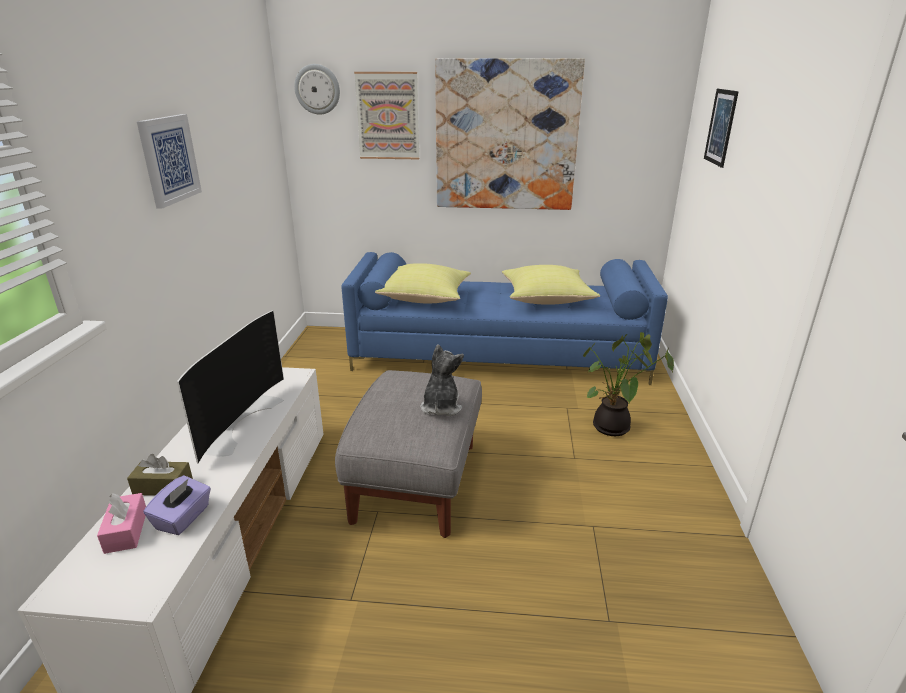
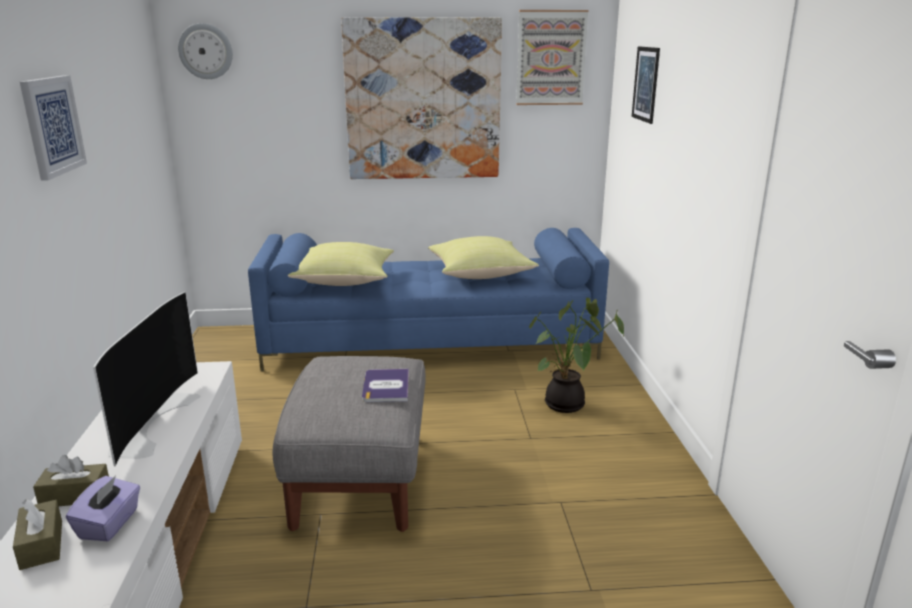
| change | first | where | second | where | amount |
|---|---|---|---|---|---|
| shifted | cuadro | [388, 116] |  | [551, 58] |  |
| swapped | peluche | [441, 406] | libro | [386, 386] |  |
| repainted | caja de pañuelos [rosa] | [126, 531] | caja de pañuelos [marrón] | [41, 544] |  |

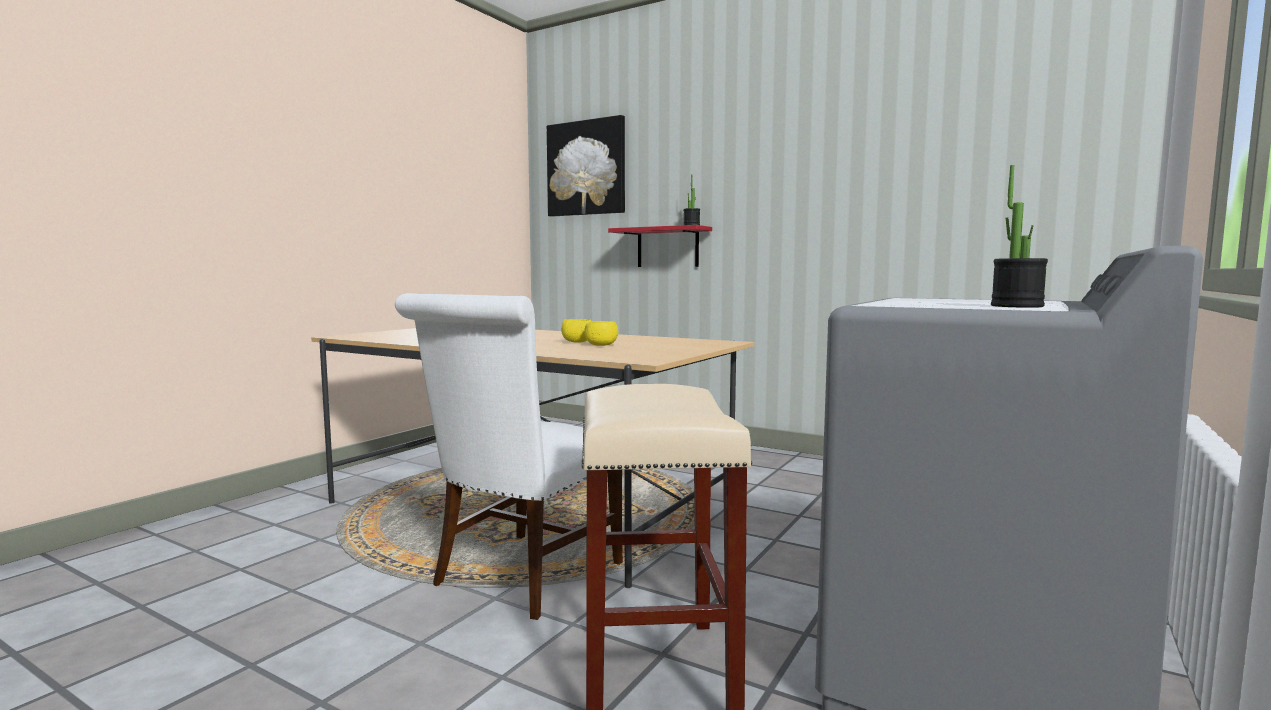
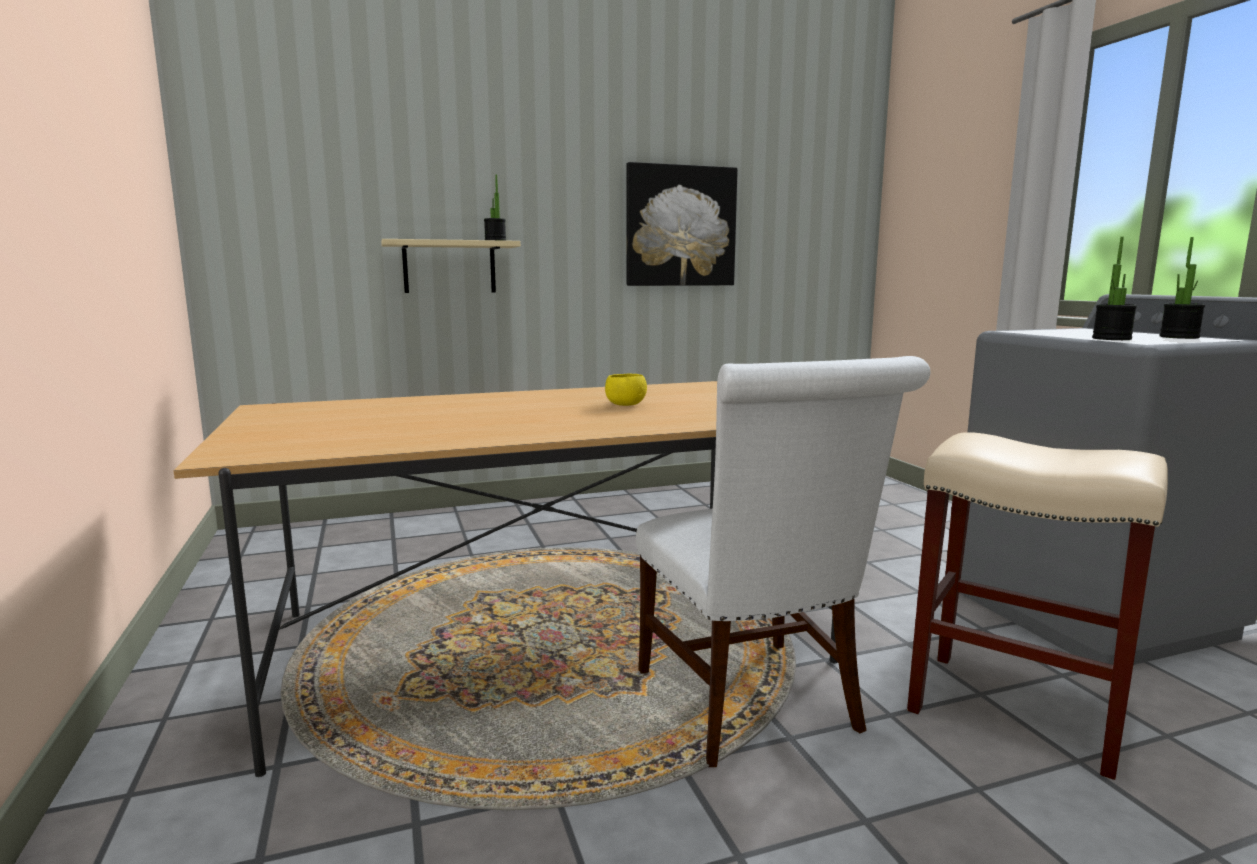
| change | first | where | second | where | amount |
|---|---|---|---|---|---|
| gone | cuenco [amarillo] | [601, 345] |  |  |  |
| new |  |  | planta en maceta | [1111, 339] |  |
| shifted | cuadro | [586, 168] |  | [680, 226] |  |
| repainted | estante [rojo] | [667, 247] | estante [beis] | [449, 267] |  |

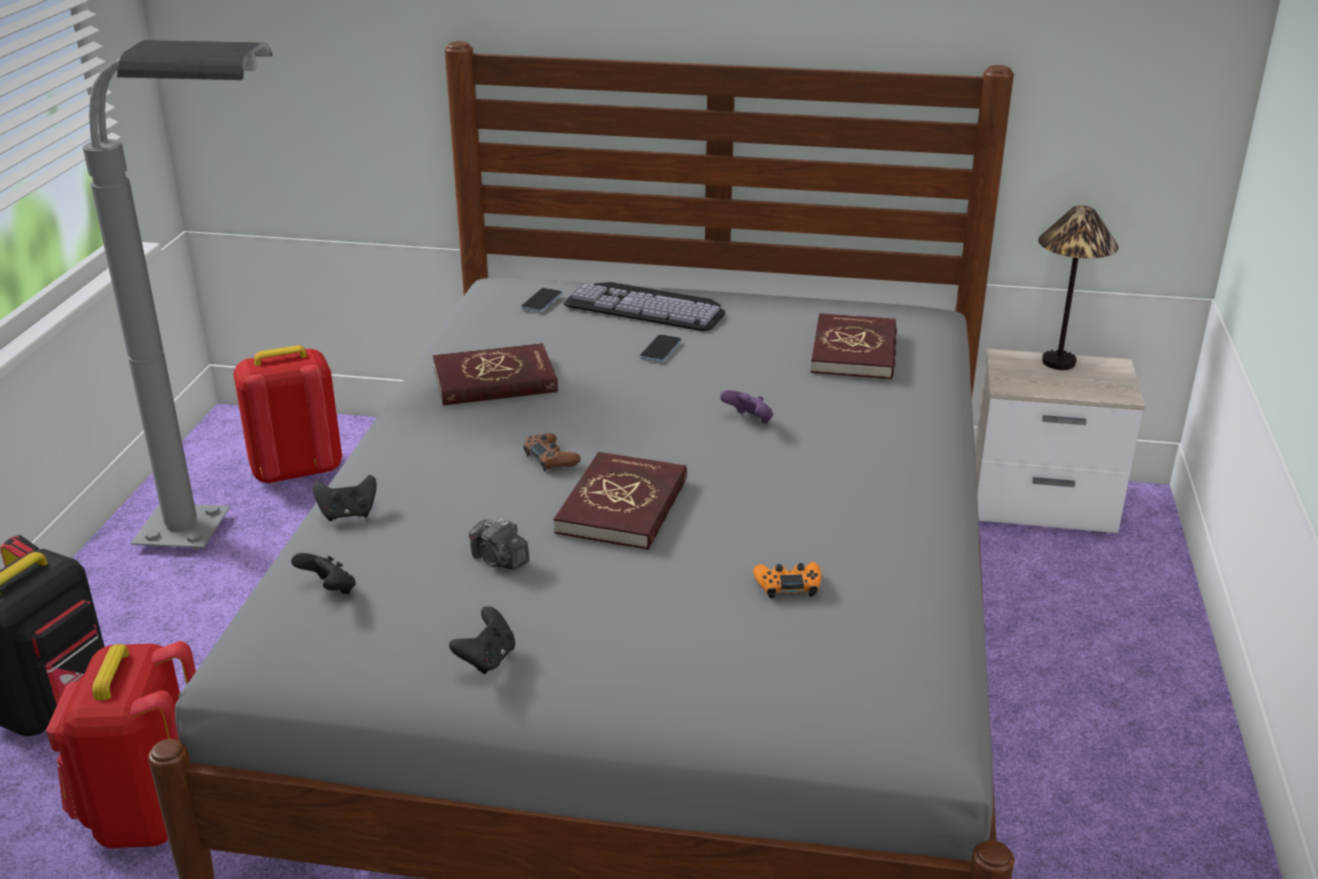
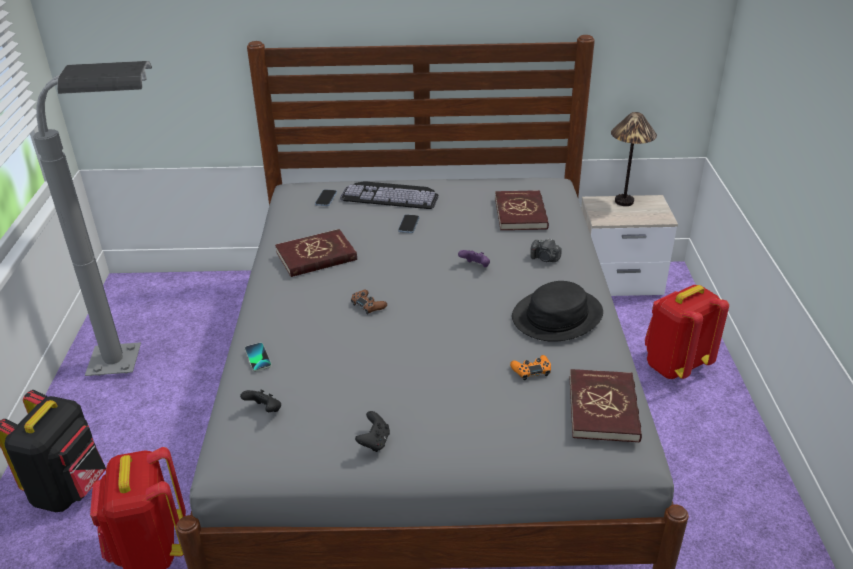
| change | first | where | second | where | amount |
|---|---|---|---|---|---|
| new |  |  | sombrero [negro] | [557, 316] |  |
| shifted | mochila [rojo] | [296, 470] |  | [674, 365] |  |
| shifted | cámara | [499, 560] |  | [545, 259] |  |
| shifted | libro [rojo] | [623, 506] |  | [603, 408] |  |
| swapped | mando de consola [negro] | [348, 514] | móvil | [258, 357] |  |

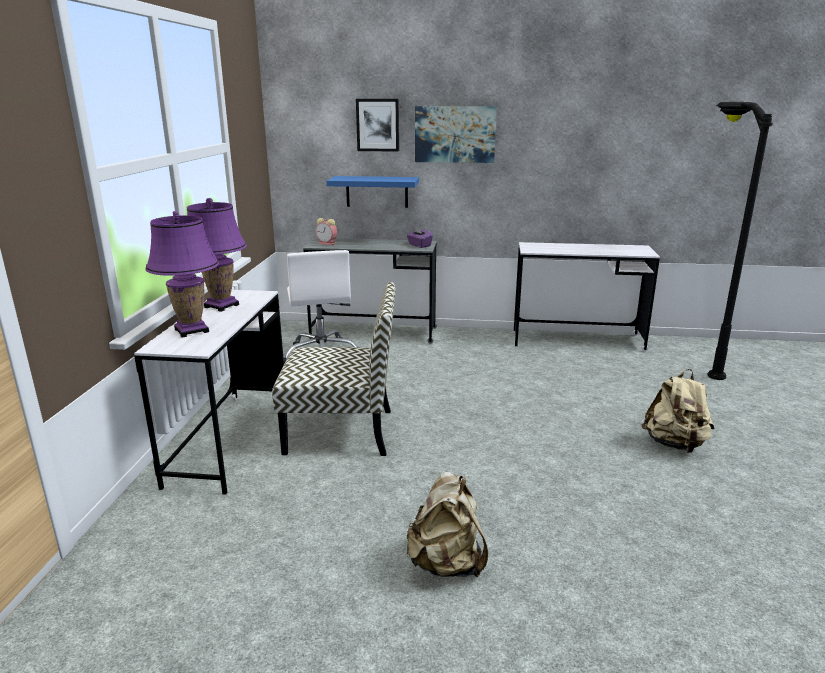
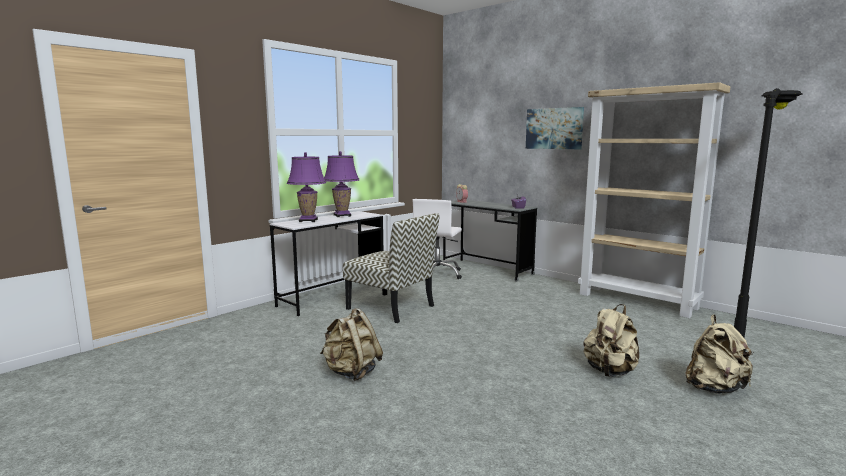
| change | first | where | second | where | amount |
|---|---|---|---|---|---|
| gone | estante [azul] | [377, 191] |  |  |  |
| gone | cuadro | [378, 125] |  |  |  |
| new |  |  | mochila [beis] | [714, 388] |  |
| swapped | escritorio [blanco] | [577, 340] | estantería [beis] | [638, 301] |  |

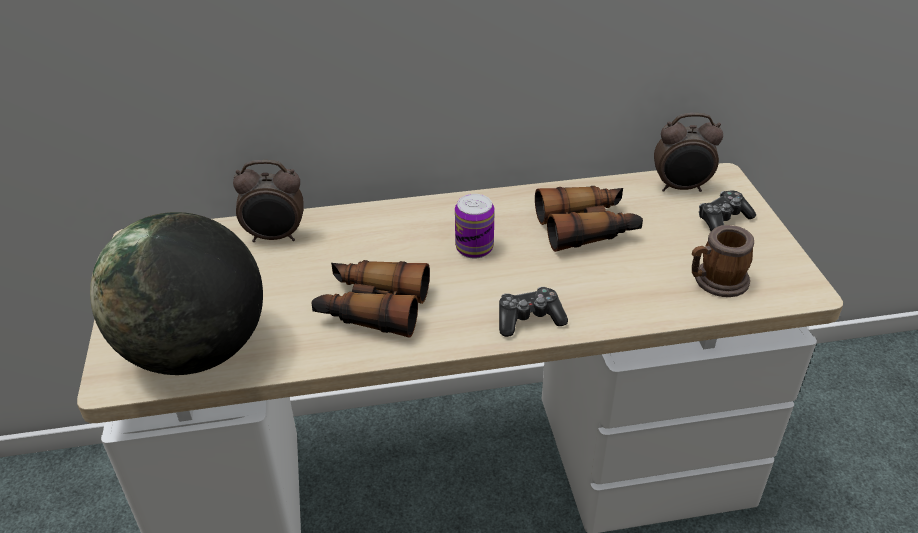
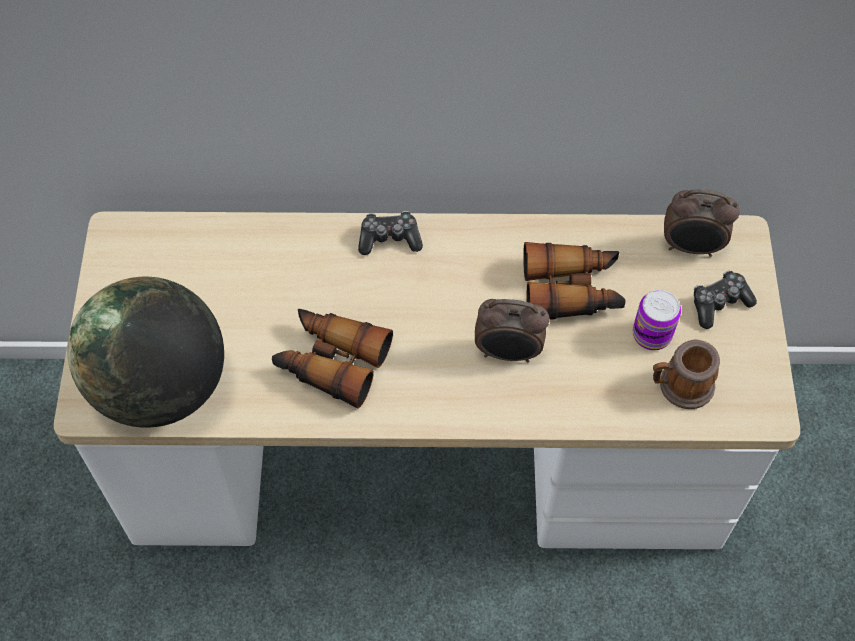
| change | first | where | second | where | amount |
|---|---|---|---|---|---|
| shifted | despertador | [275, 237] |  | [508, 353] |  |
| shifted | lata | [474, 248] |  | [652, 334] |  |
| shifted | mando de consola | [529, 319] |  | [389, 238] |  |

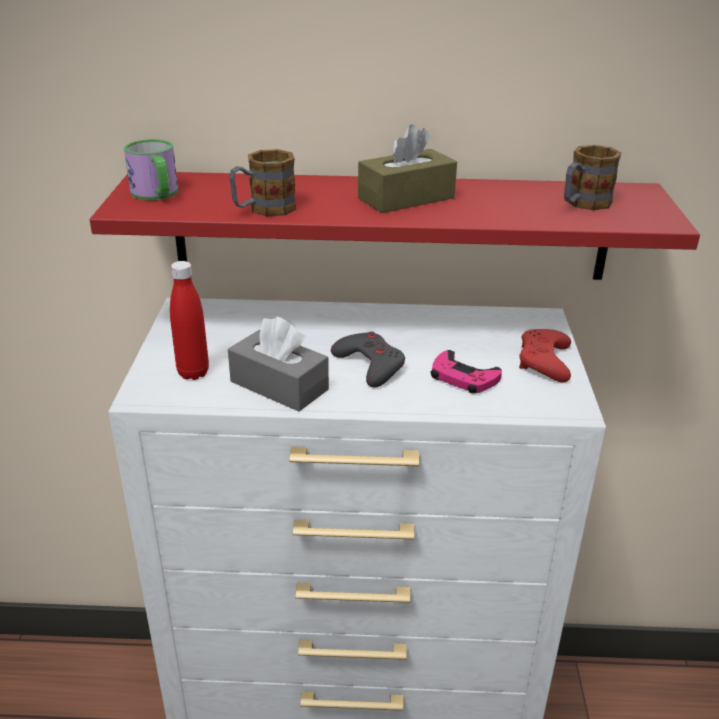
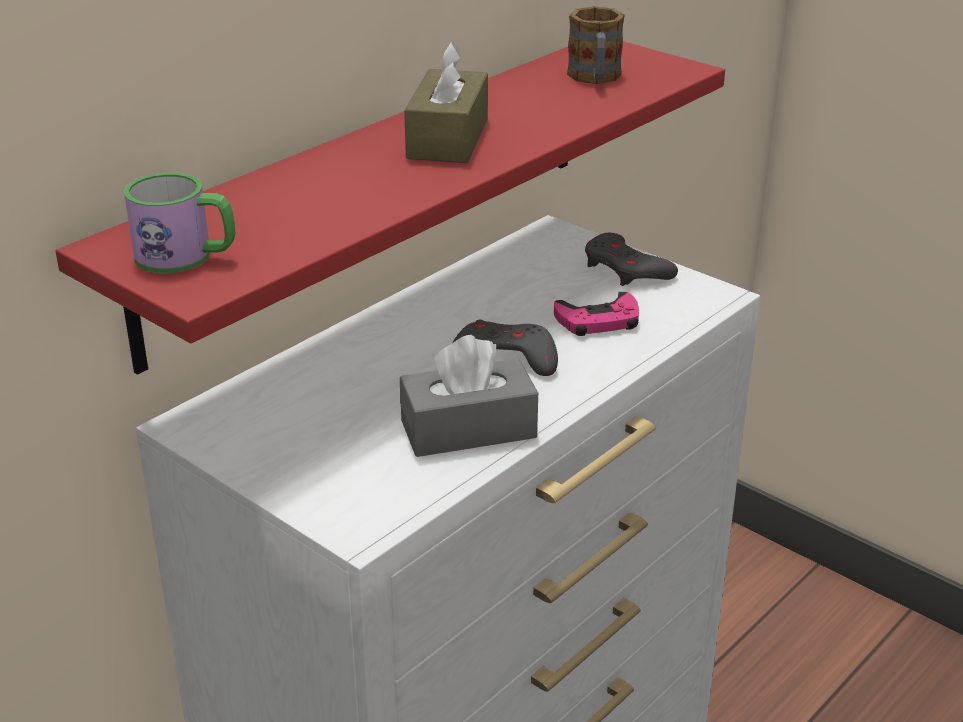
| change | first | where | second | where | amount |
|---|---|---|---|---|---|
| gone | botella [rojo] | [193, 373] |  |  |  |
| gone | taza grande | [264, 209] |  |  |  |
| repainted | mando de consola [rojo] | [544, 361] | mando de consola [gris] | [626, 269] |  |

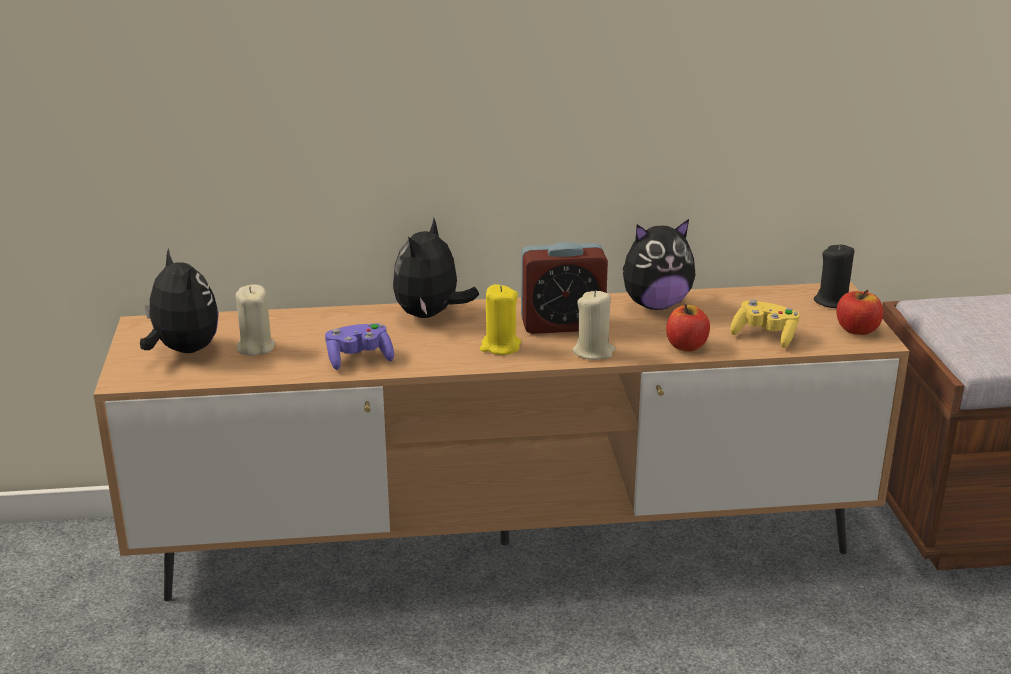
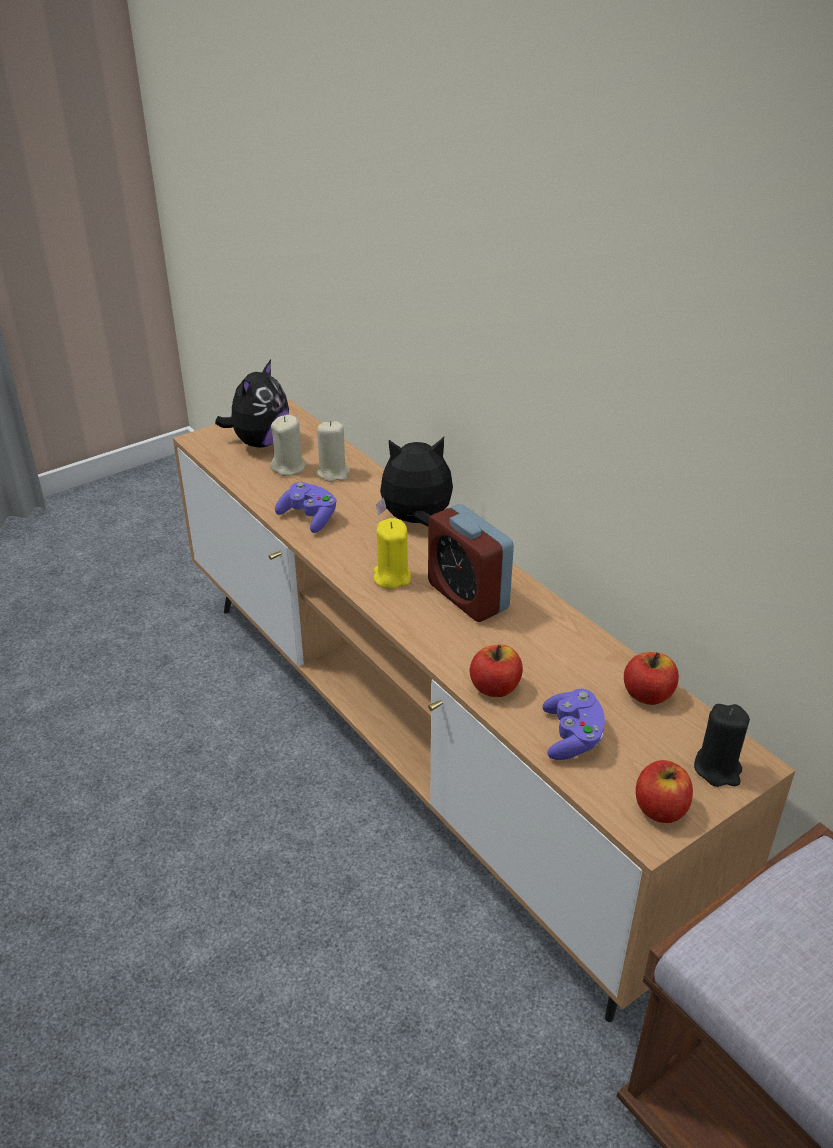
| change | first | where | second | where | amount |
|---|---|---|---|---|---|
| gone | peluche | [655, 305] |  |  |  |
| new |  |  | manzana | [648, 695] |  |
| shifted | vela [beis] | [593, 352] |  | [333, 473] |  |
| repainted | mando de consola [amarillo] | [765, 336] | mando de consola [morado] | [572, 737] |  |

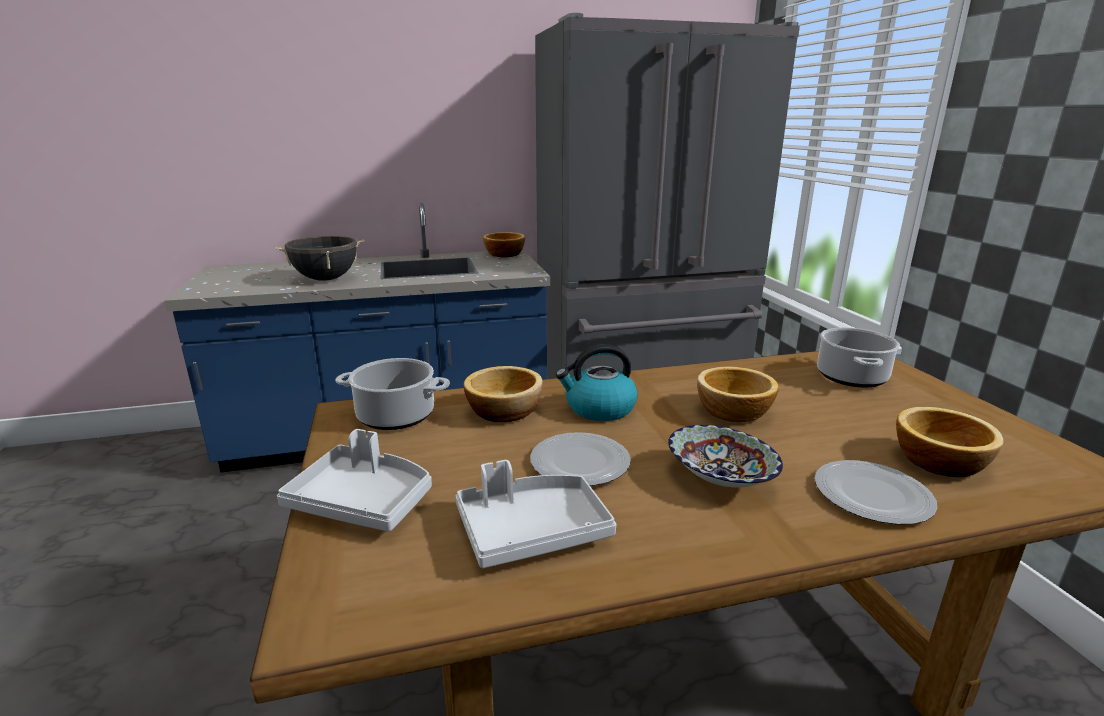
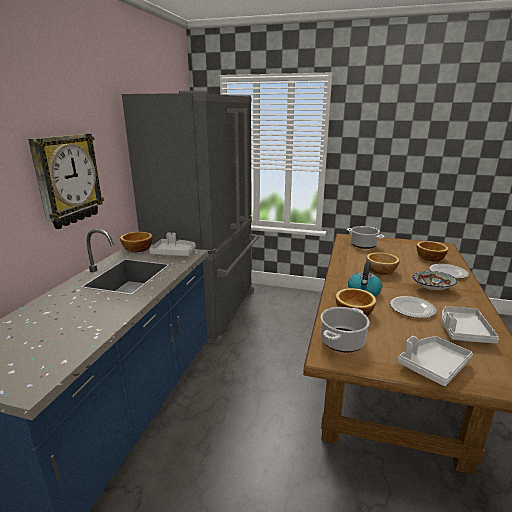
| change | first | where | second | where | amount |
|---|---|---|---|---|---|
| gone | olla [negro] | [326, 279] |  |  |  |
| new |  |  | reloj de pared | [67, 180] |  |
| new |  |  | bandeja [gris] | [174, 253] |  |

